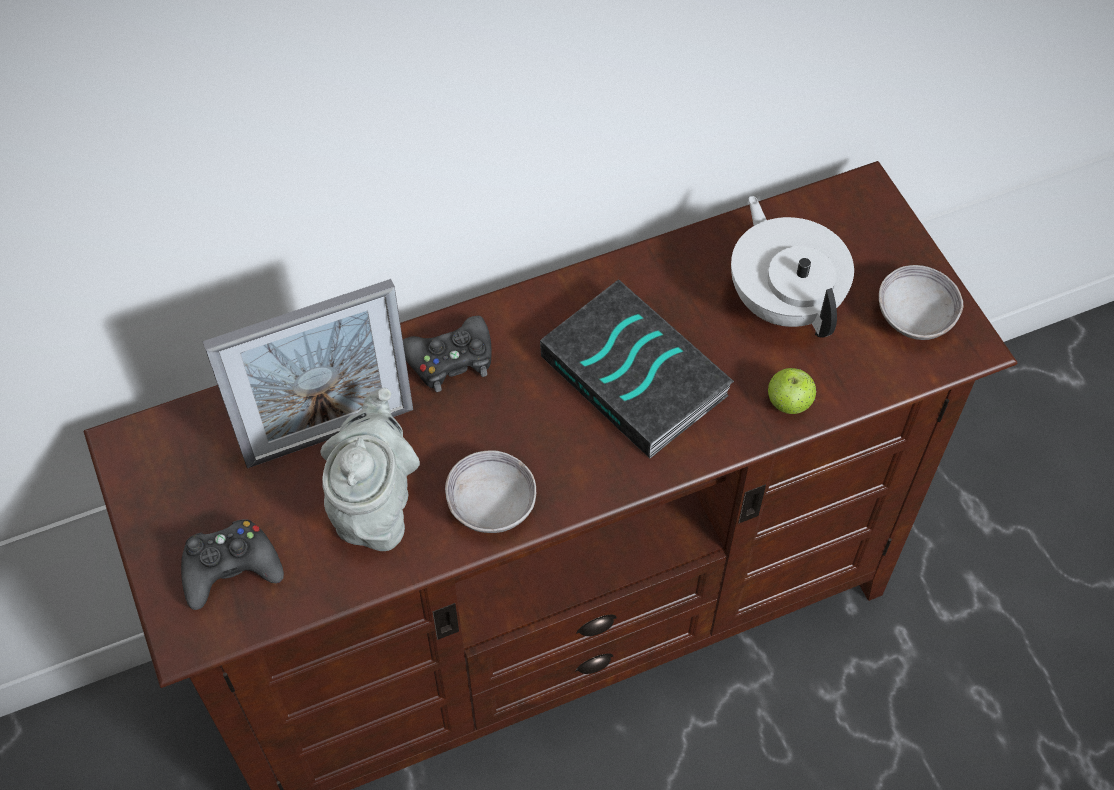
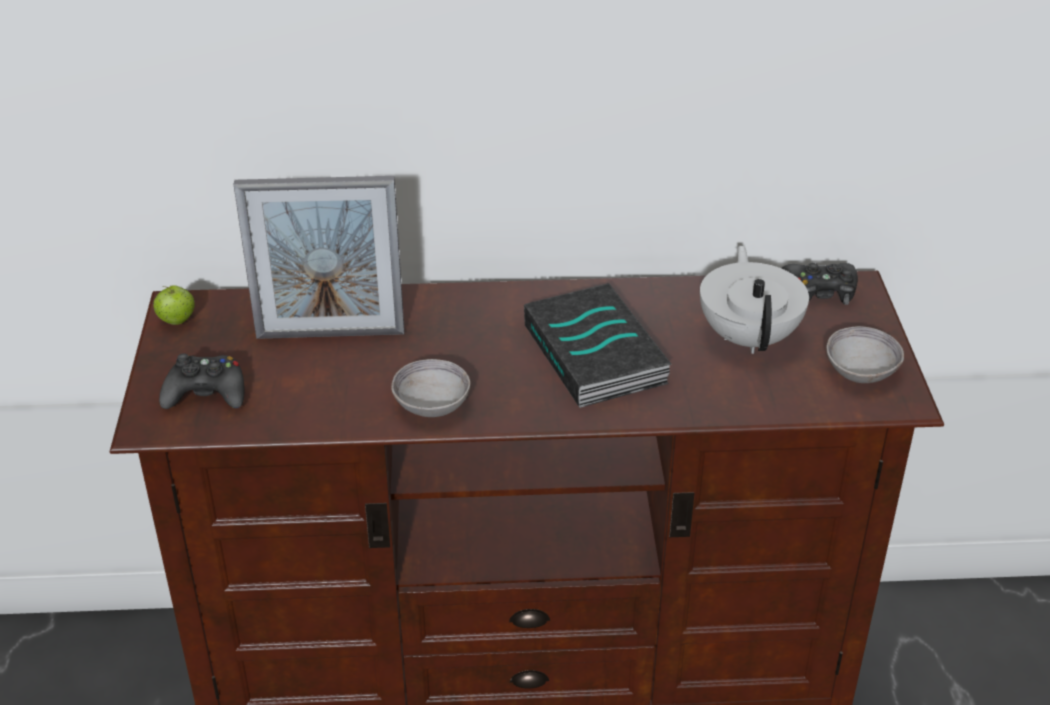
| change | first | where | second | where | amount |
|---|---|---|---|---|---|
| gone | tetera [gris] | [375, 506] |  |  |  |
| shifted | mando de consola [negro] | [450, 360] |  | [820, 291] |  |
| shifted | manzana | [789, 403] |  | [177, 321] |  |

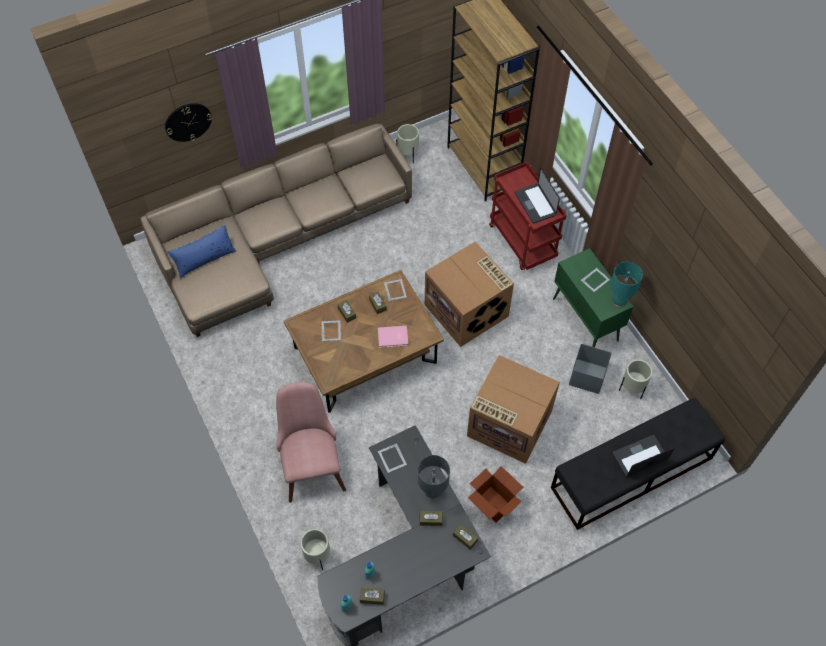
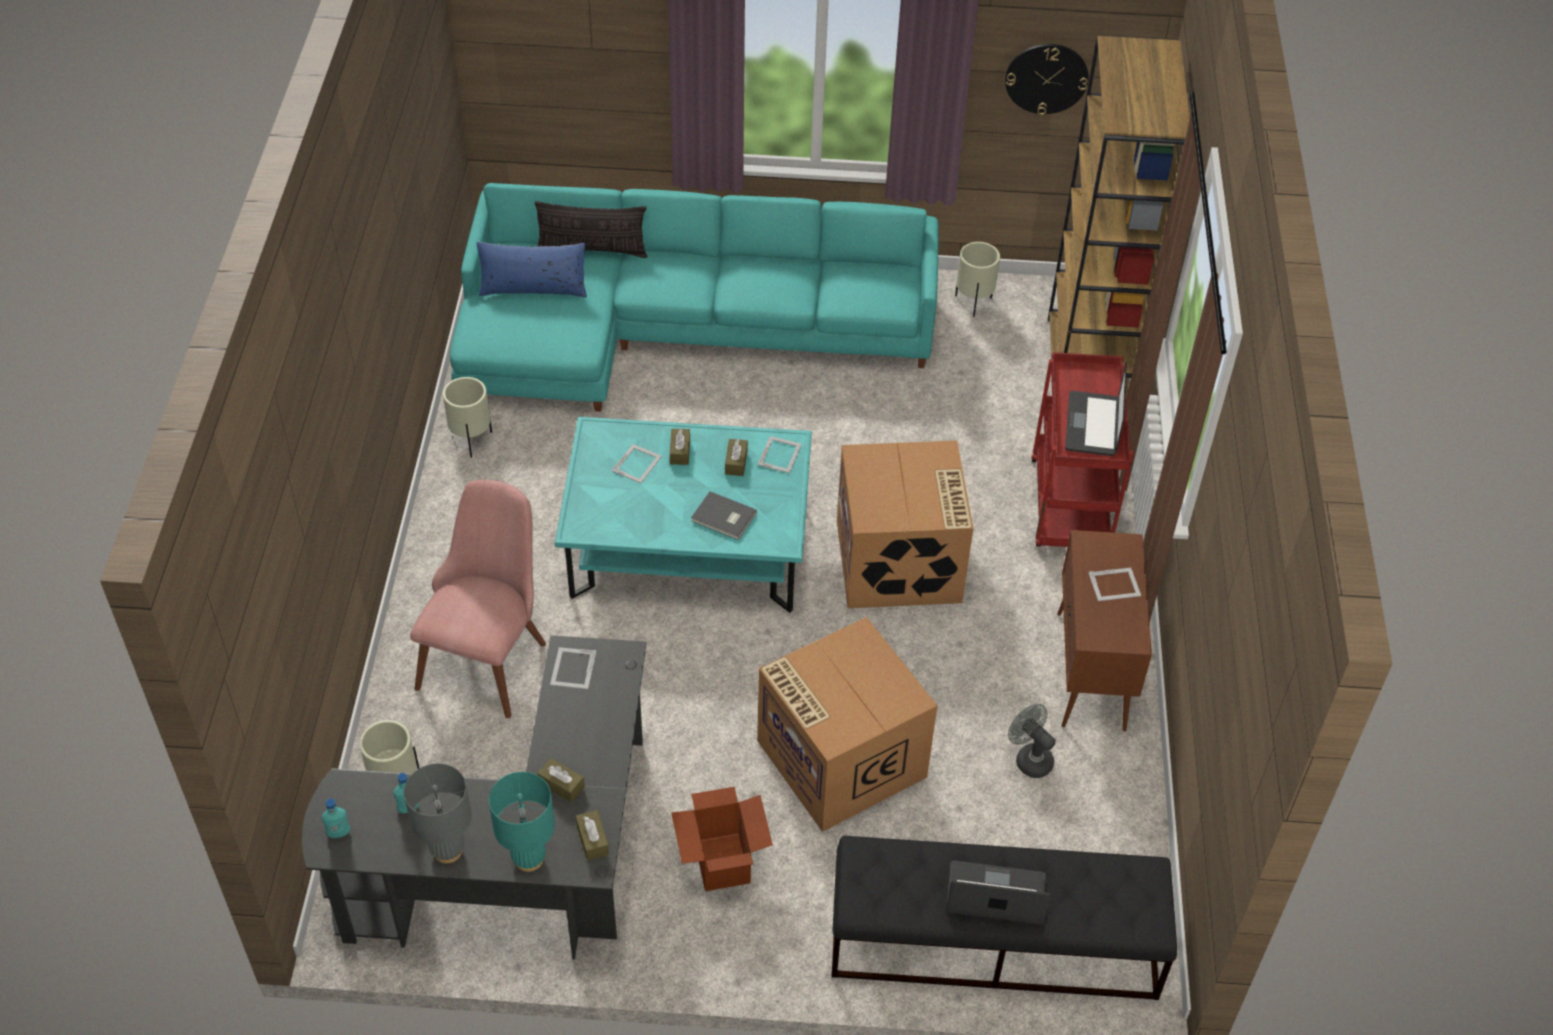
| change | first | where | second | where | amount |
|---|---|---|---|---|---|
| gone | caja de pañuelos [marrón] | [372, 597] |  |  |  |
| new |  |  | cojín | [592, 250] |  |
| shifted | reloj de pared | [188, 122] |  | [1046, 78] |  |
| shifted | lámpara de mesa [gris] | [432, 492] |  | [447, 851] |  |
| shifted | lámpara de mesa [turquesa] | [619, 302] |  | [529, 859] |  |
| shifted | maceta [beis] | [631, 389] |  | [471, 441] |  |
| swapped | caja de almacenaje [gris] | [588, 377] | ventilador [gris] | [1029, 758] |  |
| repainted | sofá [beis] | [274, 241] | sofá [turquesa] | [674, 329] |  |
| repainted | mesa de centro [marrón] | [365, 355] | mesa de centro [turquesa] | [688, 546] |  |
| repainted | libro [rosa] | [393, 337] | libro [gris] | [724, 518] |  |
| repainted | armario [verde] | [585, 320] | armario [marrón] | [1091, 672] |  |

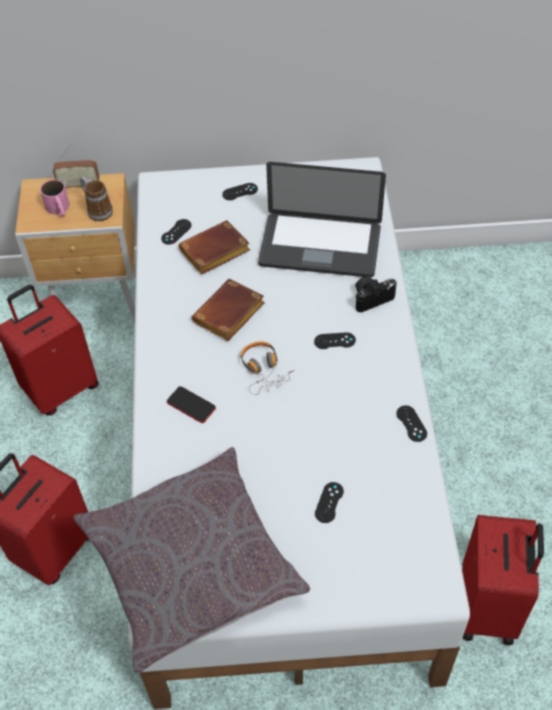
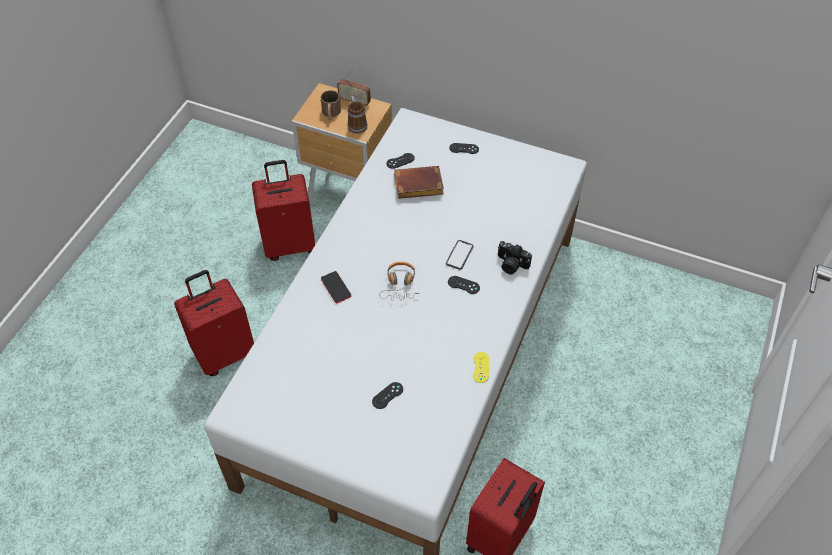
| change | first | where | second | where | amount |
|---|---|---|---|---|---|
| gone | cojín [gris] | [191, 564] |  |  |  |
| gone | libro [marrón] | [229, 316] |  |  |  |
| gone | portátil | [320, 246] |  |  |  |
| new |  |  | móvil | [459, 255] |  |
| repainted | taza grande [rosa] | [59, 209] | taza grande [marrón] | [331, 114] |  |
| repainted | mando de consola [negro] | [411, 423] | mando de consola [amarillo] | [481, 367] |  |
| rotated | cámara | [371, 298] |  | [511, 265] | 150 degrees counterclockwise |

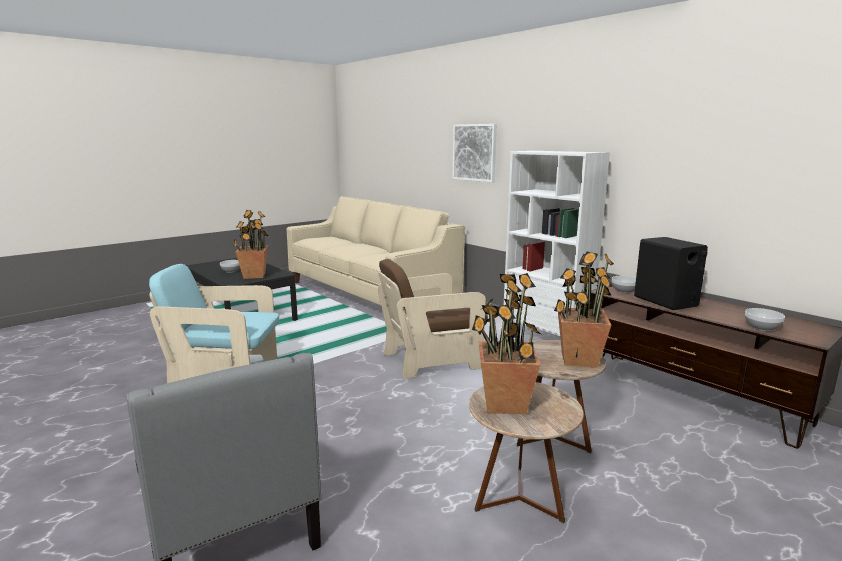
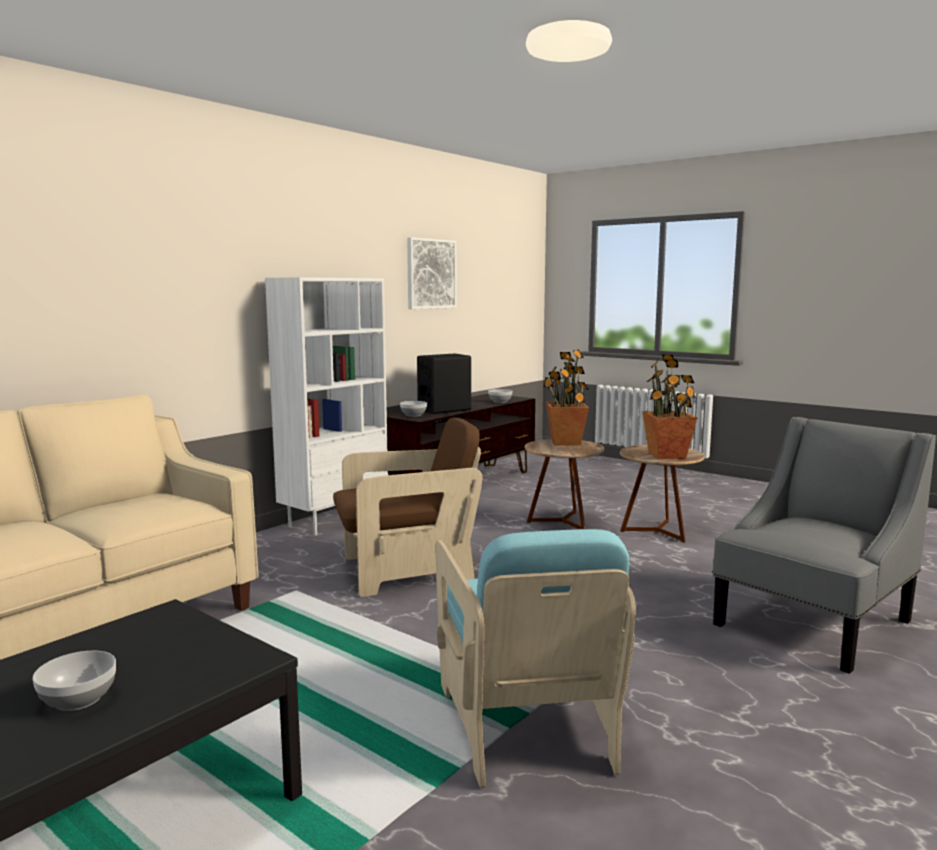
| change | first | where | second | where | amount |
|---|---|---|---|---|---|
| gone | planta en maceta | [254, 275] |  |  |  |
| shifted | cuadro | [474, 152] |  | [431, 274] |  |
| rotated | sillón [marrón] | [431, 360] |  | [406, 571] | 75 degrees counterclockwise |

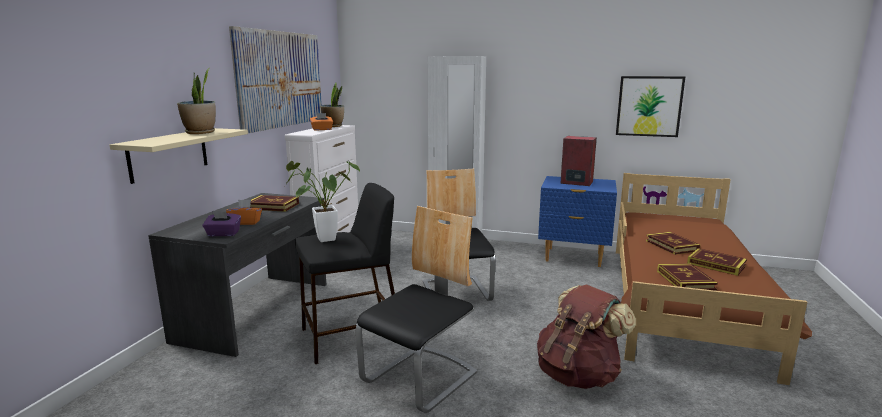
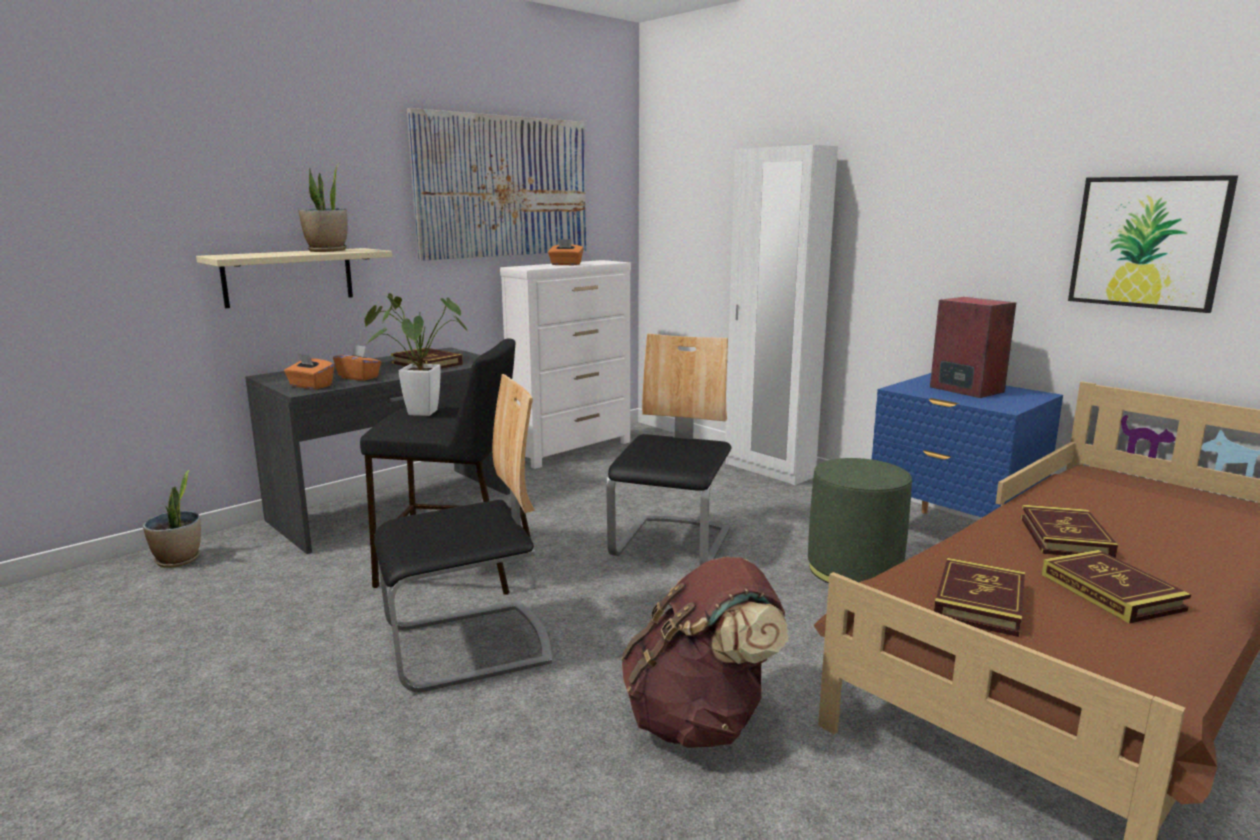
| change | first | where | second | where | amount |
|---|---|---|---|---|---|
| new |  |  | puf [verde] | [854, 569] |  |
| shifted | planta en maceta | [333, 126] |  | [178, 560] |  |
| repainted | caja de pañuelos [morado] | [223, 234] | caja de pañuelos [naranja] | [310, 386] |  |

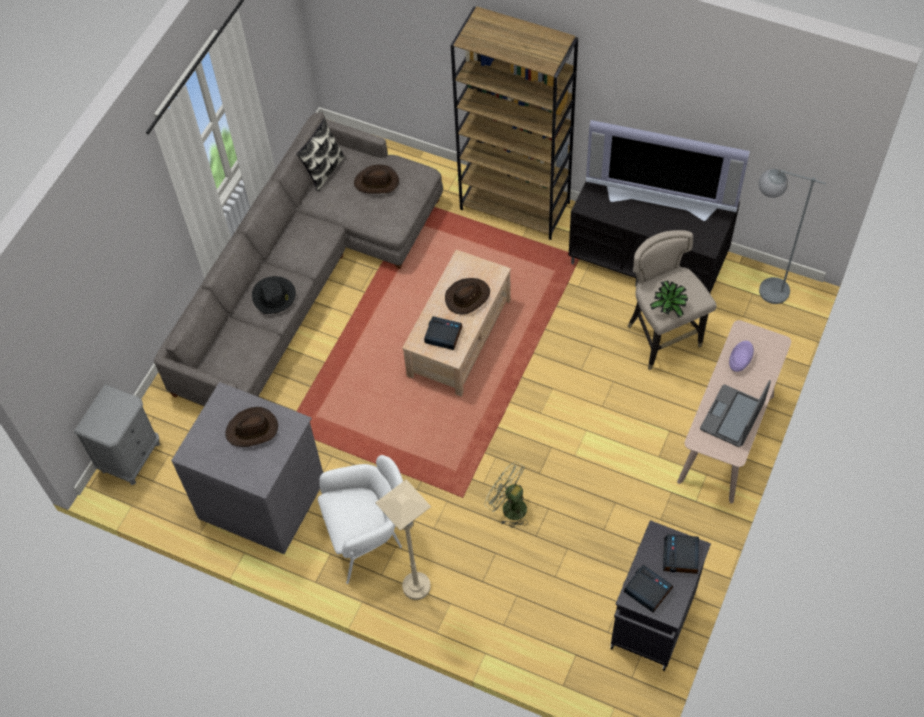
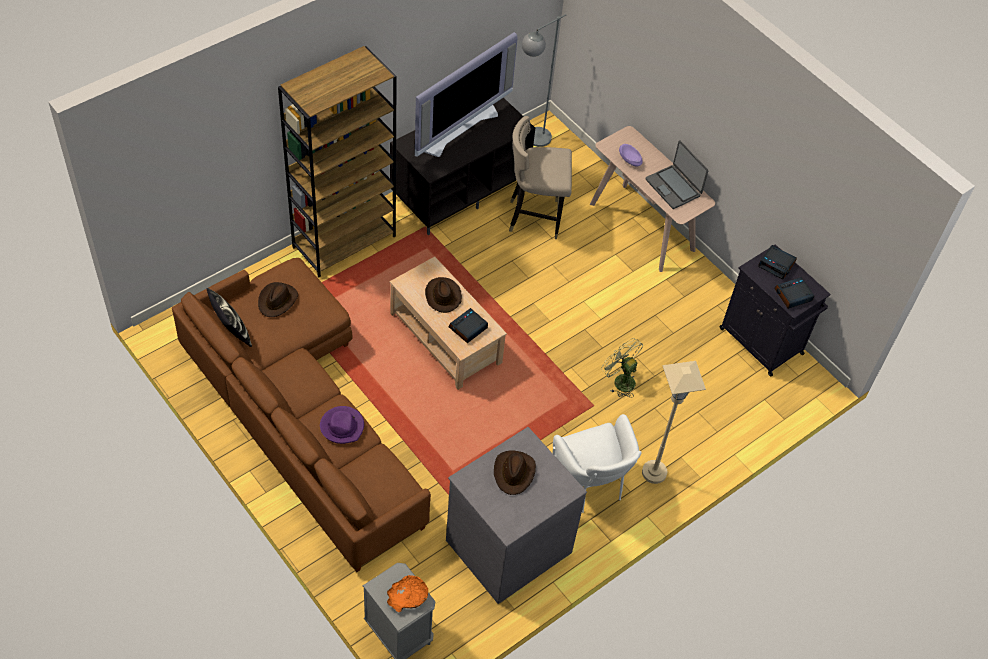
| change | first | where | second | where | amount |
|---|---|---|---|---|---|
| gone | planta en maceta | [668, 311] |  |  |  |
| new |  |  | cuenco [naranja] | [407, 597] |  |
| repainted | sofá [gris] | [305, 274] | sofá [marrón] | [301, 414] |  |
| repainted | sombrero [negro] | [274, 296] | sombrero [morado] | [342, 426] |  |
| rotated | sillón [blanco] | [368, 536] |  | [590, 485] | 150 degrees clockwise |
| rotated | ventilador [verde] | [509, 507] |  | [620, 380] | 75 degrees clockwise |

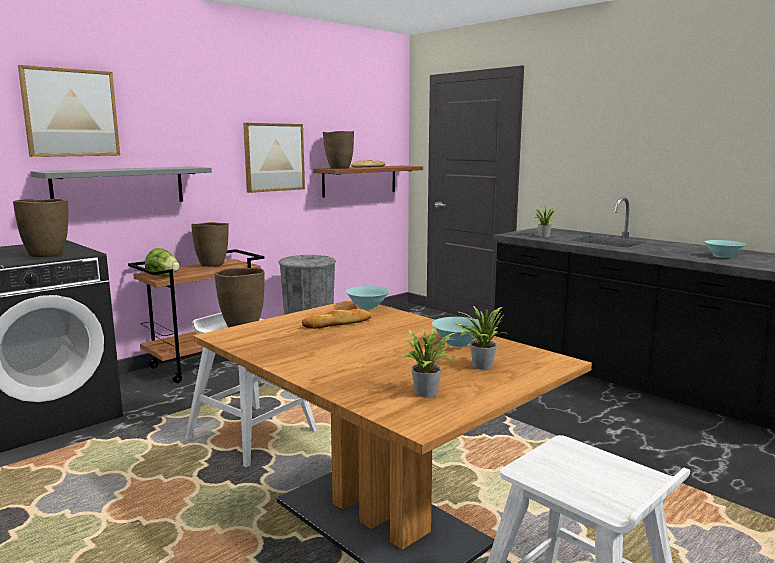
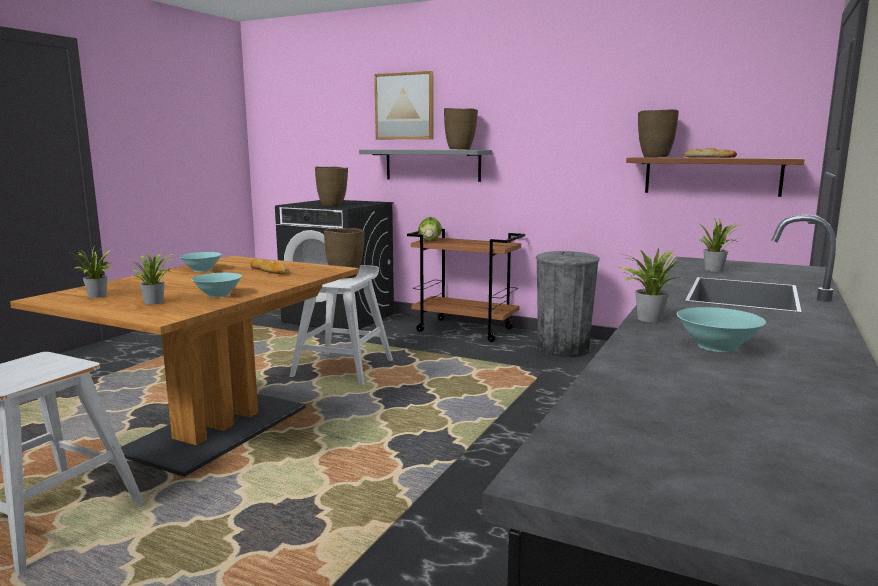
| change | first | where | second | where | amount |
|---|---|---|---|---|---|
| gone | cuadro | [274, 157] |  |  |  |
| new |  |  | planta en maceta | [646, 318] |  |
| shifted | florero [marrón] | [212, 265] |  | [460, 149] |  |
| shifted | cuenco [turquesa] | [367, 306] |  | [202, 269] |  |

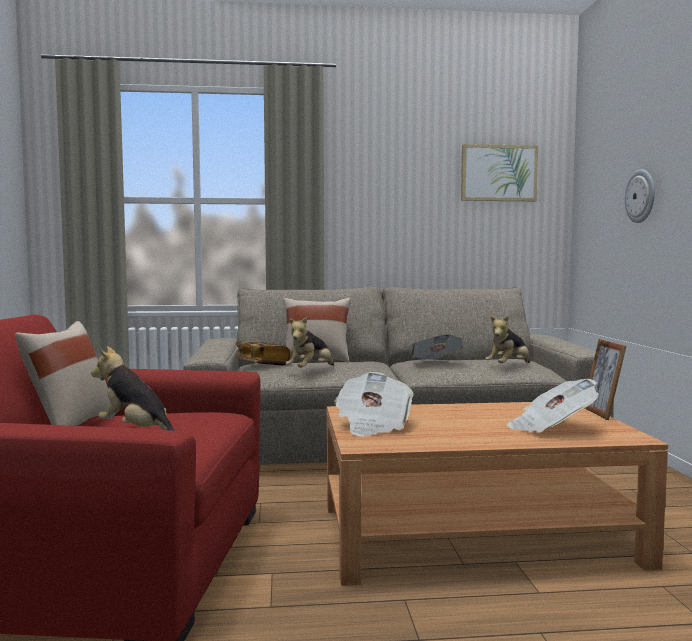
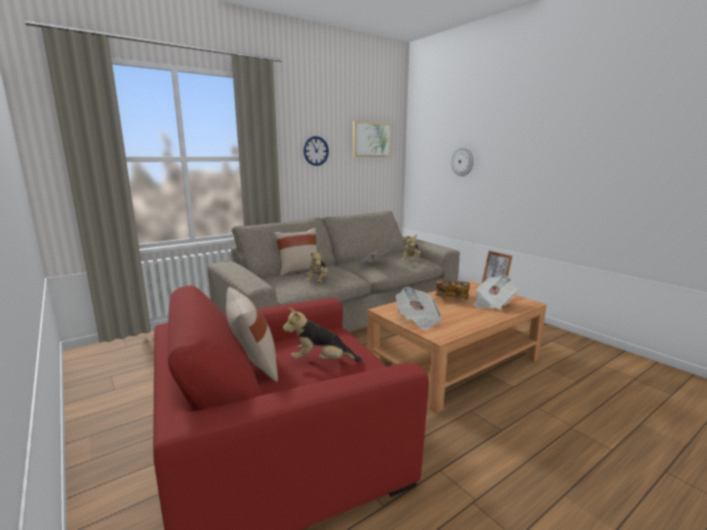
| change | first | where | second | where | amount |
|---|---|---|---|---|---|
| new |  |  | reloj de pared | [316, 151] |  |
| shifted | libro | [262, 364] |  | [452, 297] |  |

